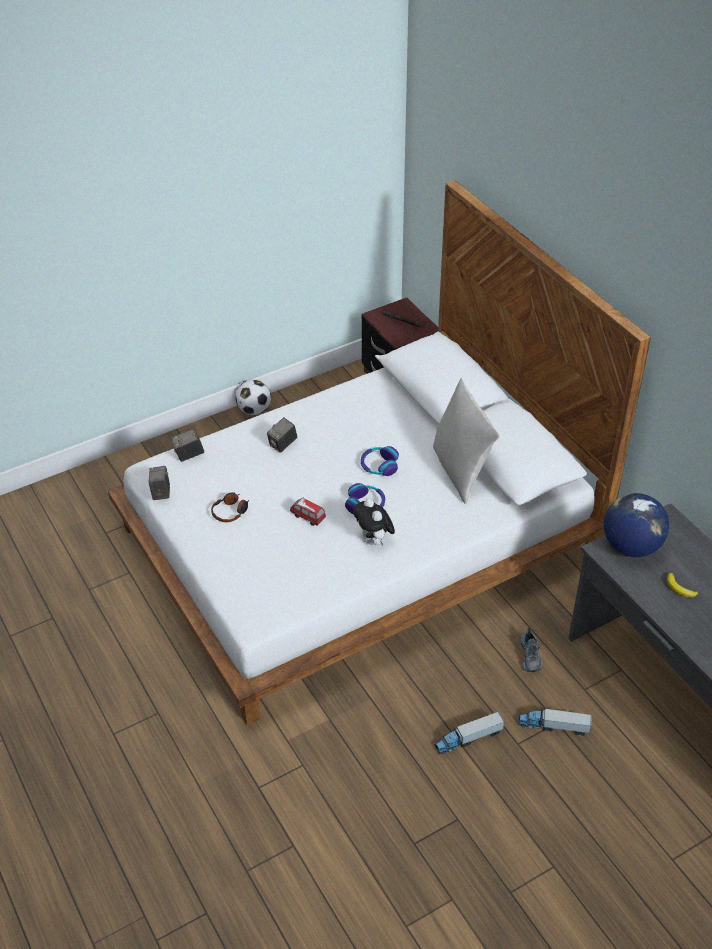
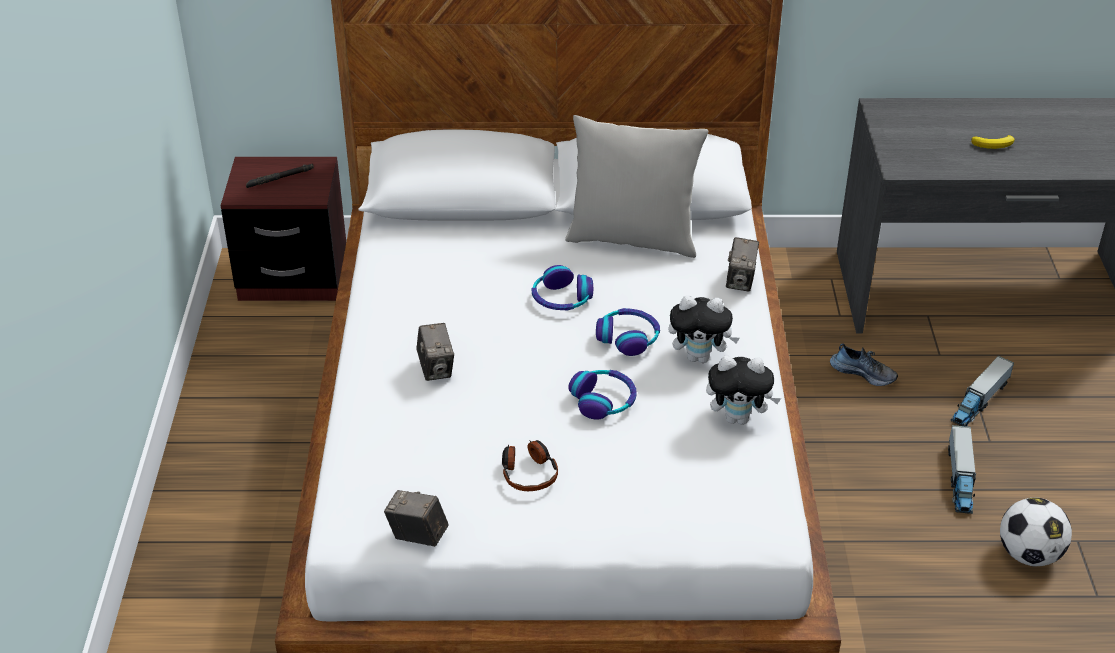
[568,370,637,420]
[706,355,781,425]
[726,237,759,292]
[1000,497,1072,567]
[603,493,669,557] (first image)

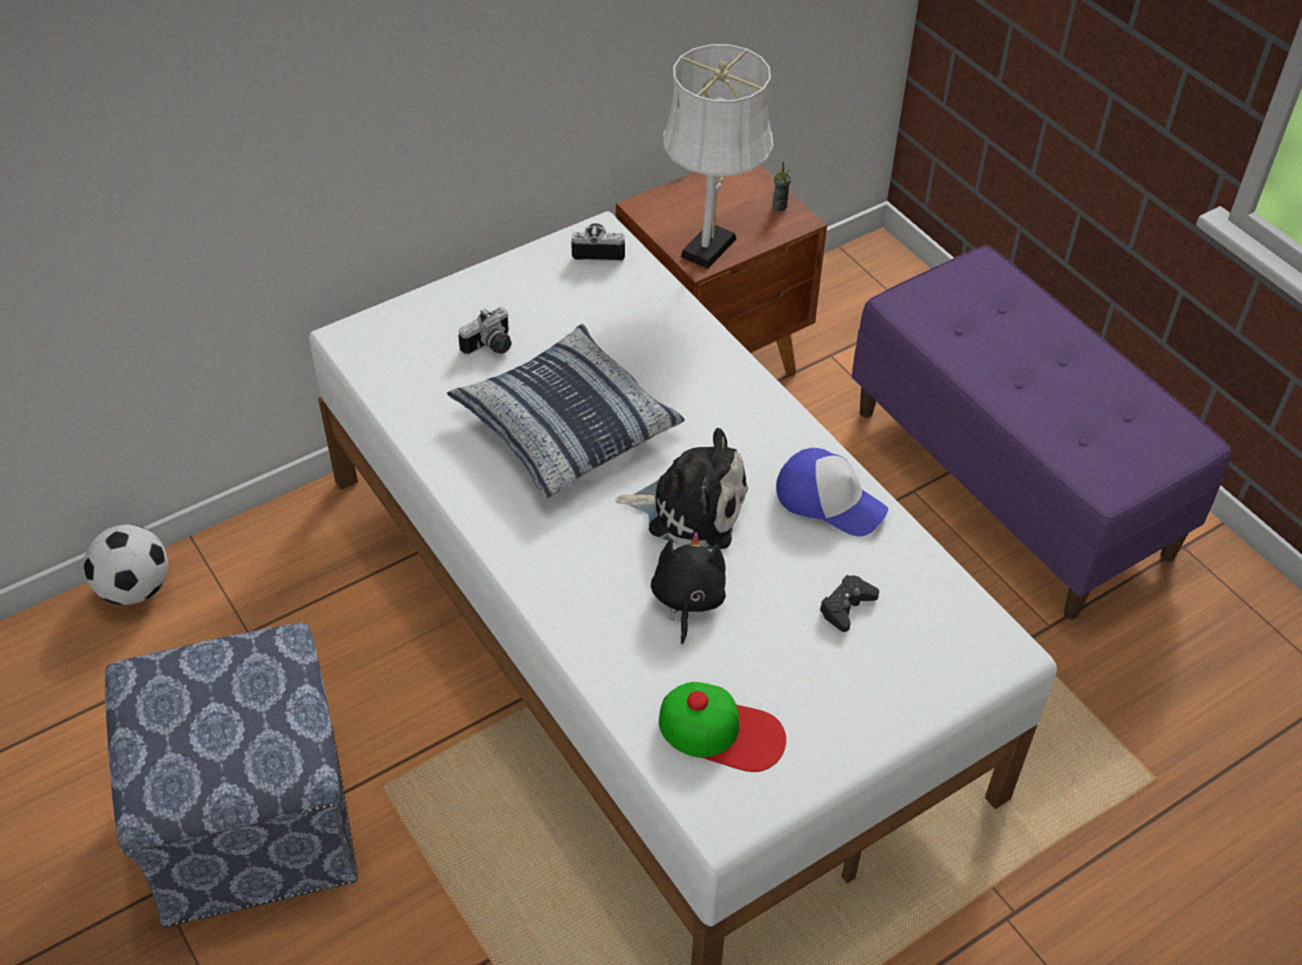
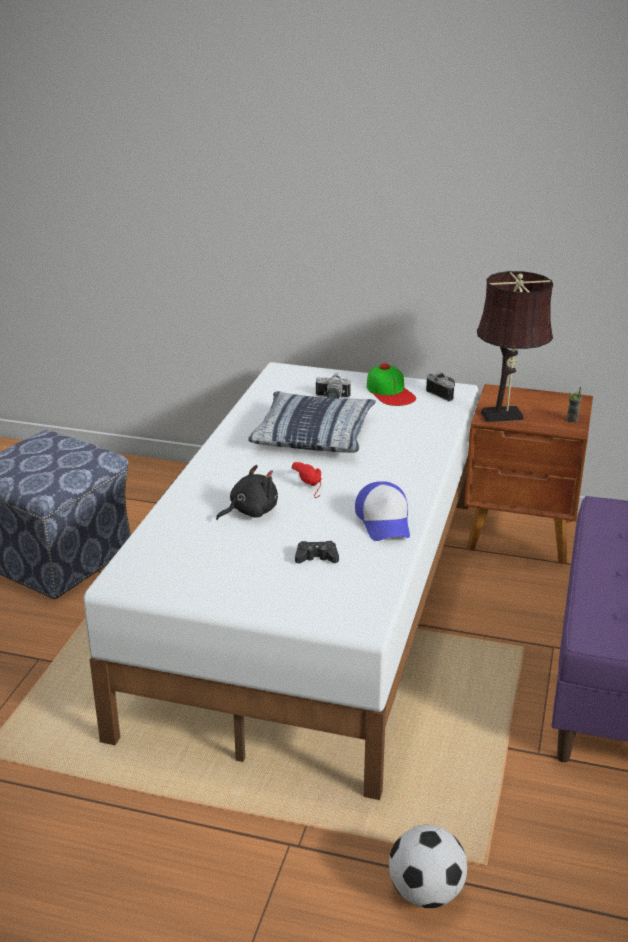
[292,462,322,498]
[367,364,416,406]
[389,825,467,908]
[477,271,553,422]

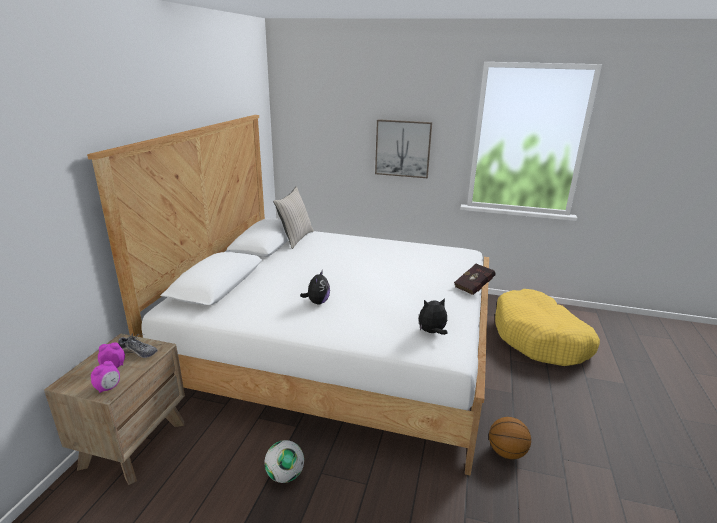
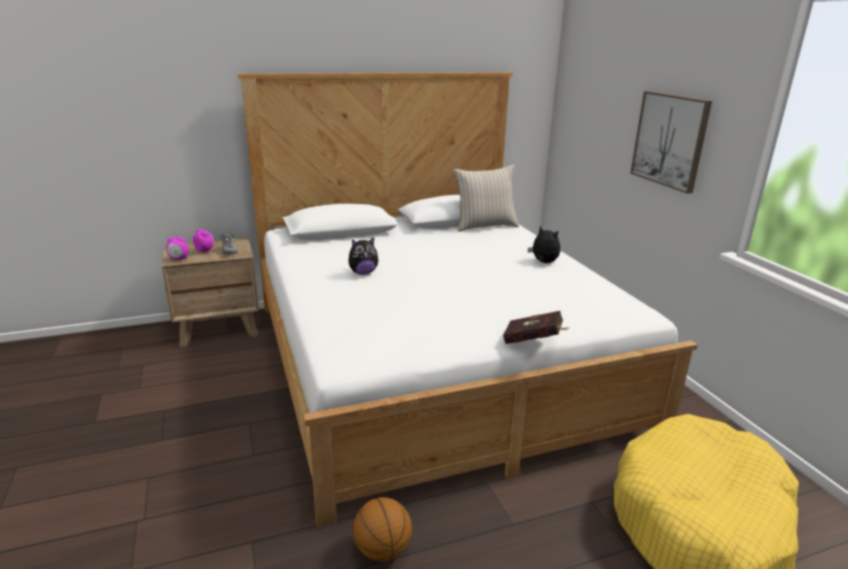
[528,226,560,263]
[264,440,304,483] (first image)

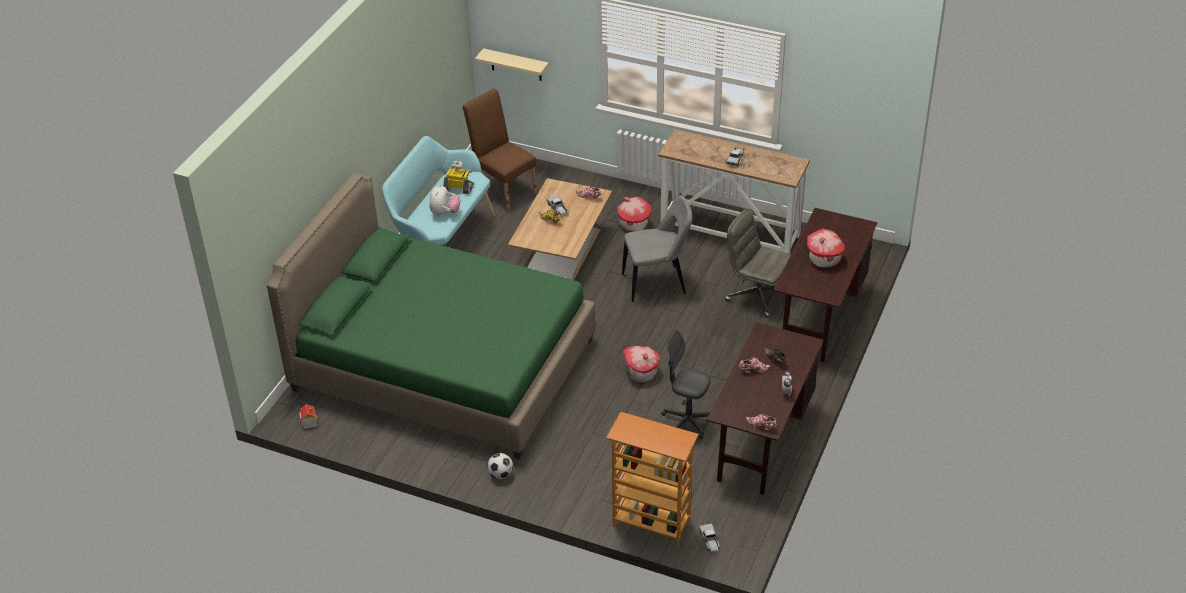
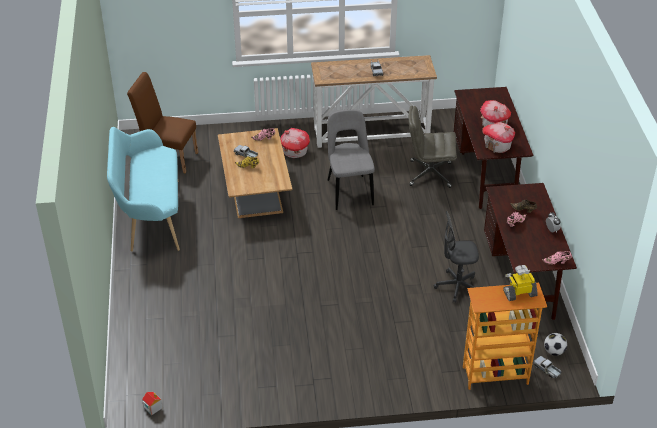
[327,109,375,210]
[482,122,515,153]
[503,265,538,301]
[544,333,567,356]
[267,173,595,459] (first image)
[429,184,461,216] (first image)
[475,48,549,81] (first image)

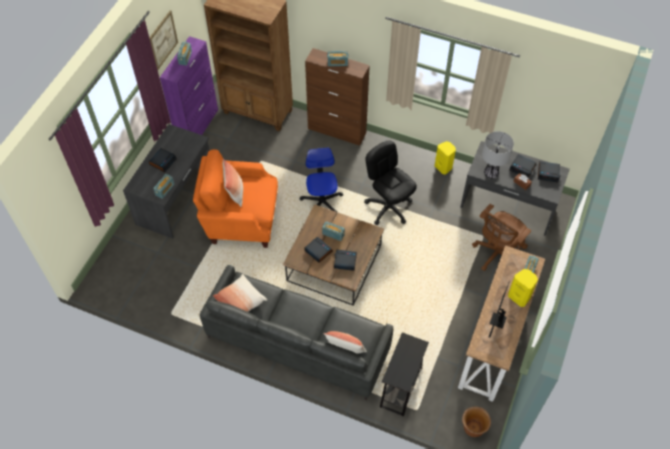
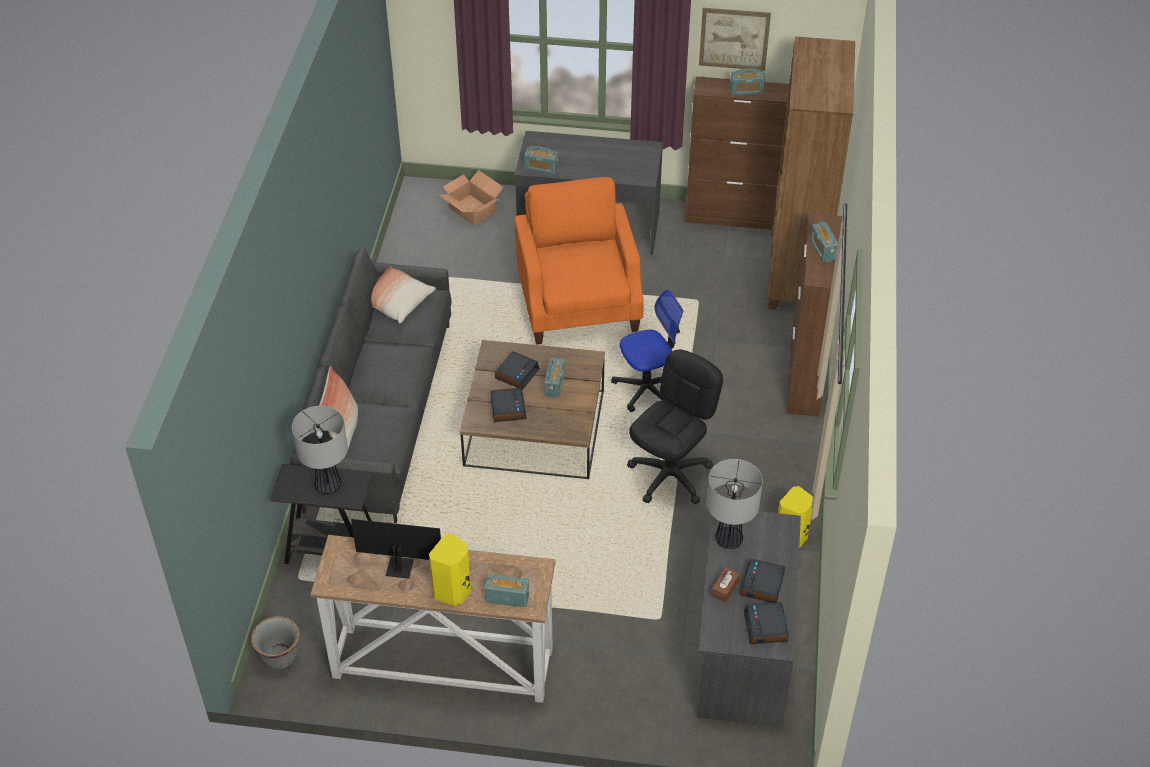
[251,616,300,669]
[292,406,348,494]
[439,170,504,226]
[685,76,789,230]
[149,148,177,172] (first image)
[223,158,243,207] (first image)
[472,204,531,271] (first image)

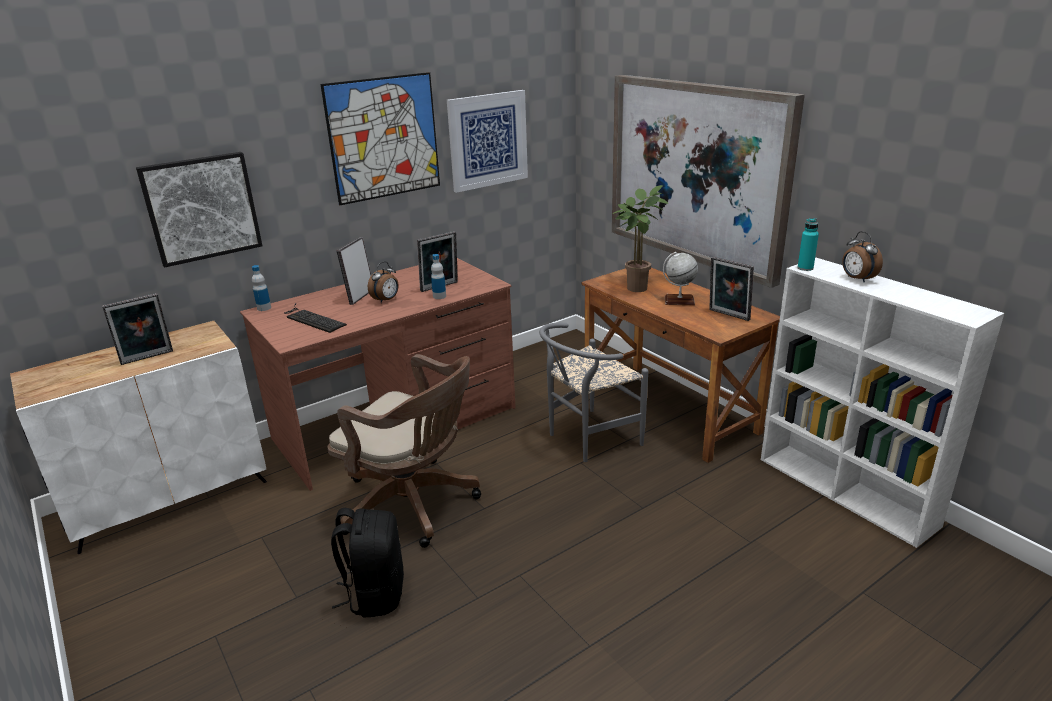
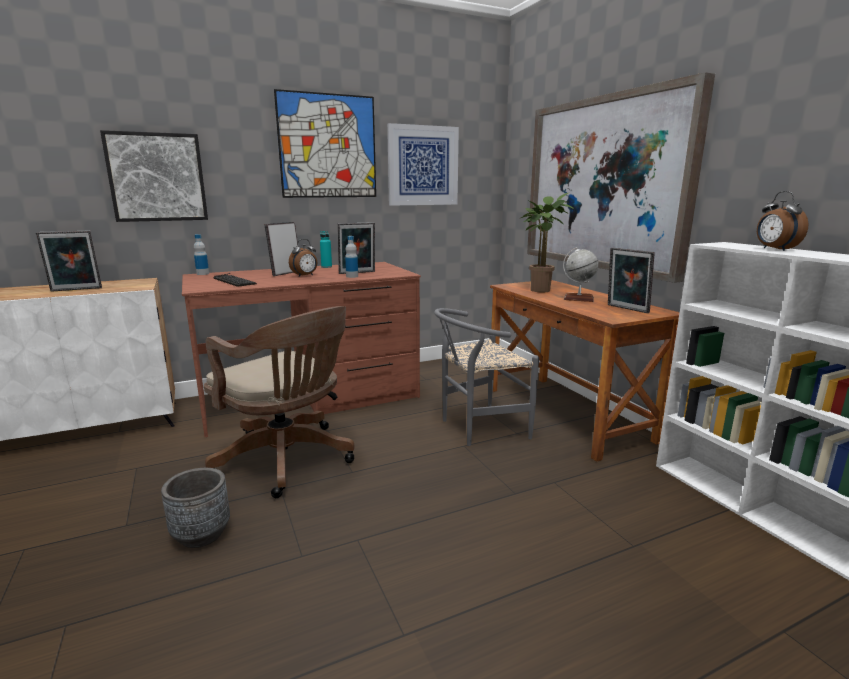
[161,468,230,548]
[320,231,332,268]

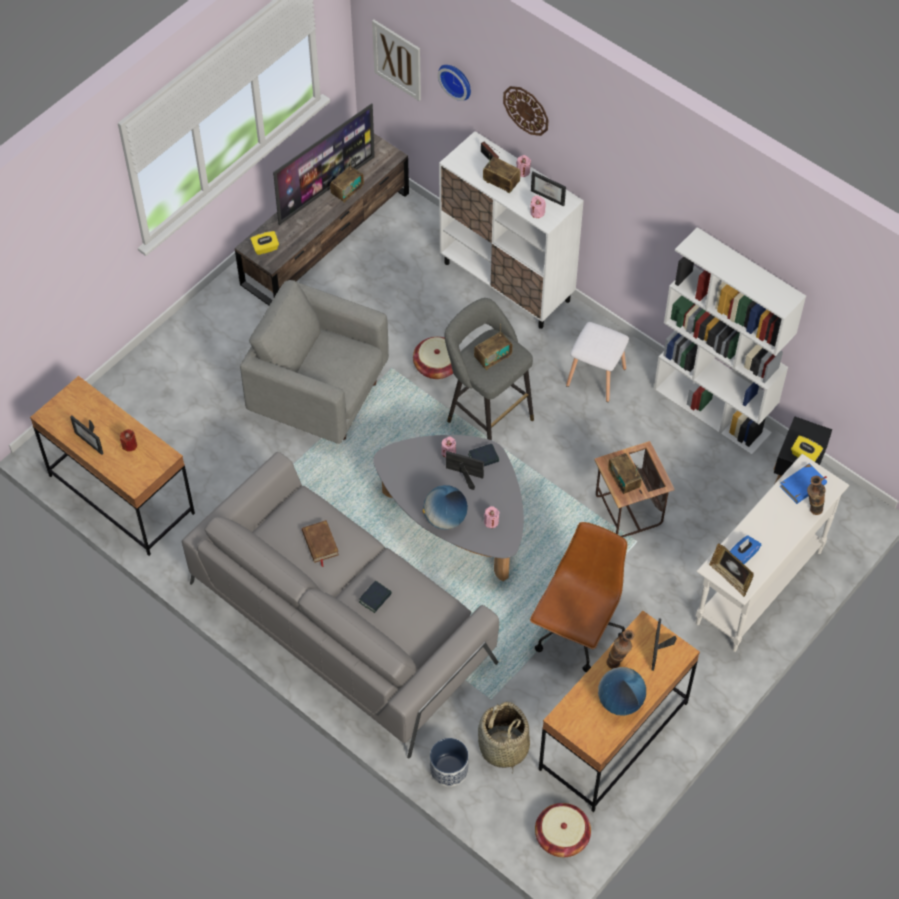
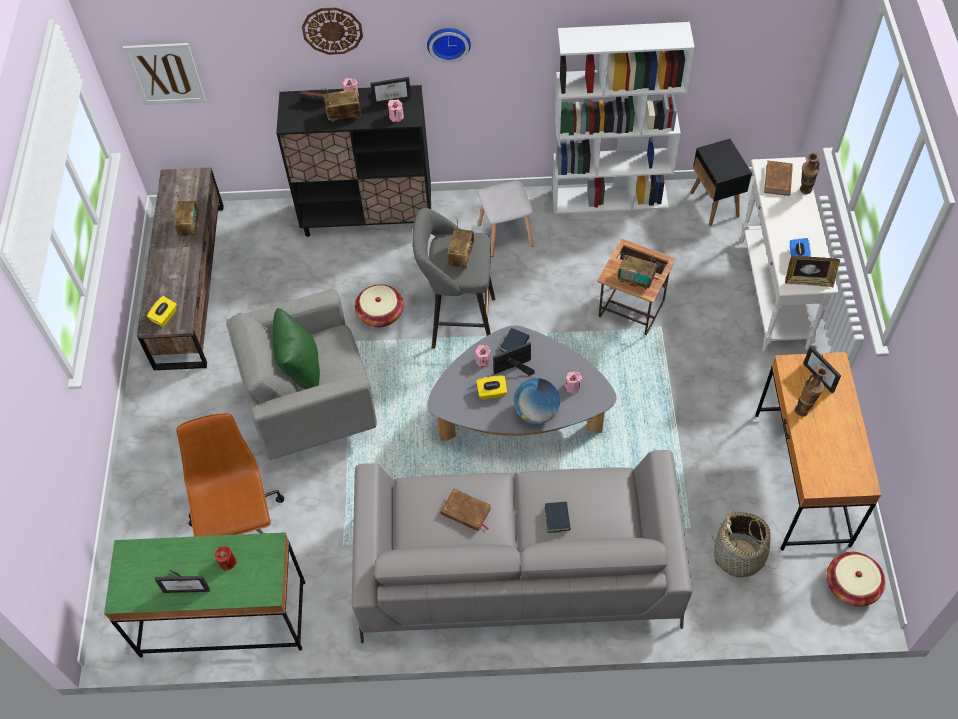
[104,532,305,658]
[176,413,284,537]
[273,308,320,389]
[276,85,431,237]
[427,28,471,63]
[476,376,507,400]
[764,161,793,196]
[273,104,375,225] (first image)
[430,738,469,787] (first image)
[598,667,646,716] (first image)

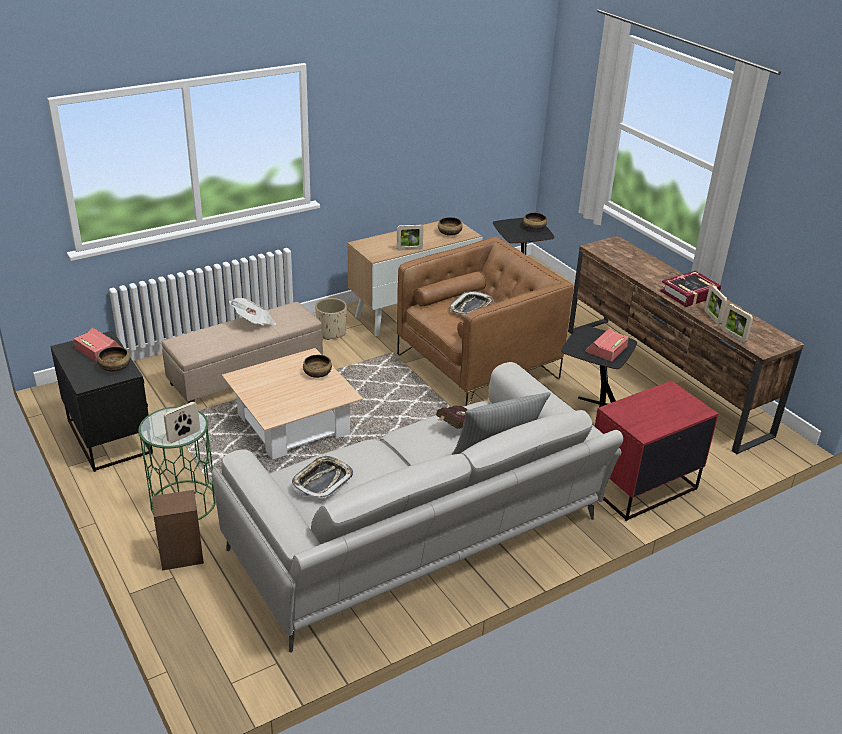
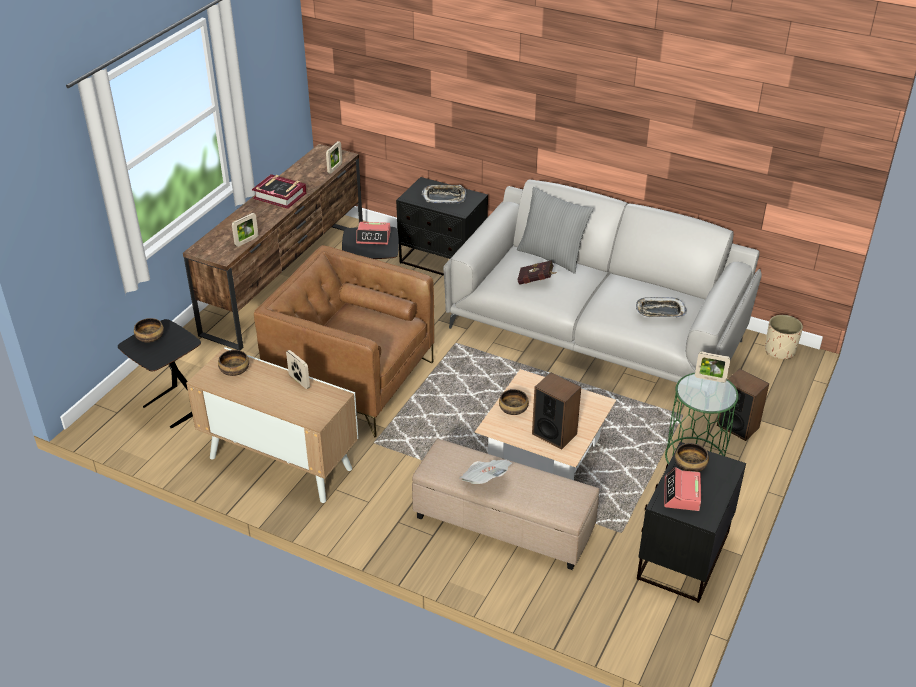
[232,213,258,247]
[396,177,488,276]
[422,185,466,203]
[532,372,581,449]
[765,315,803,360]

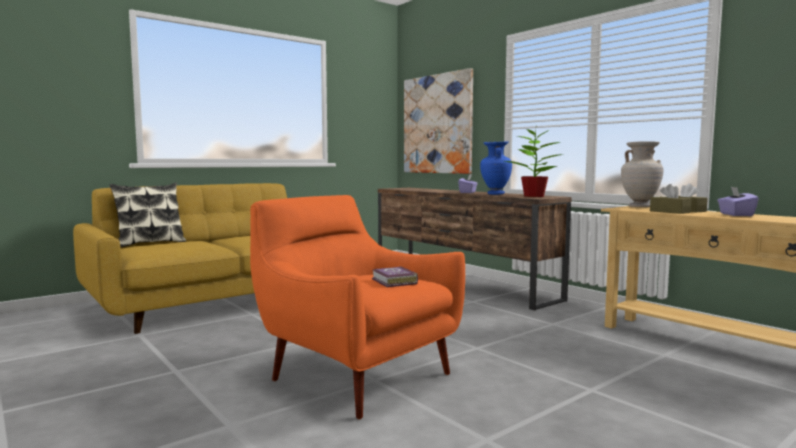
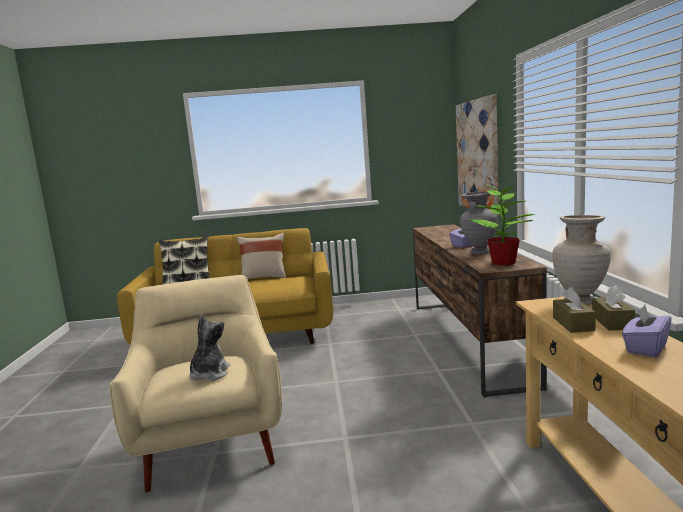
[109,275,282,493]
[189,315,230,381]
[237,233,286,279]
[460,191,498,254]

